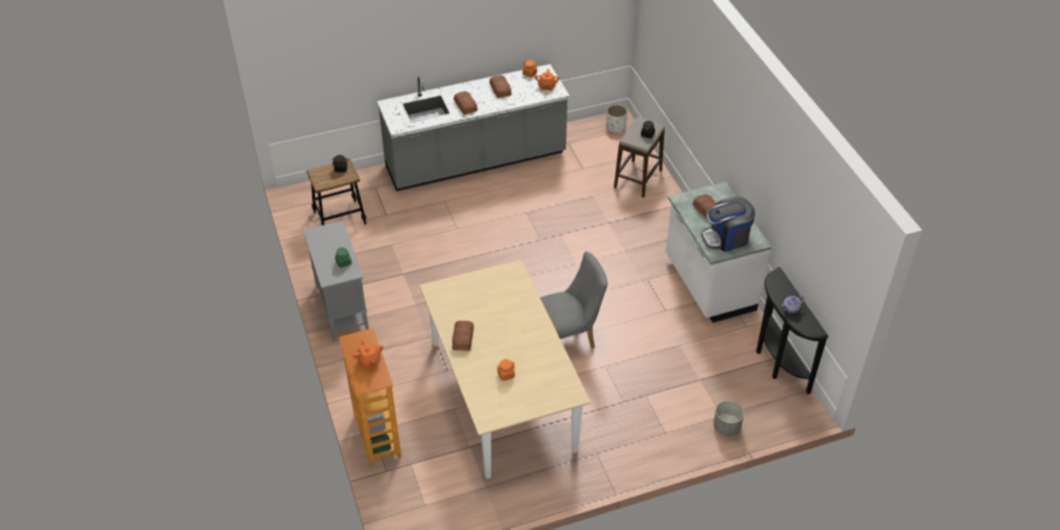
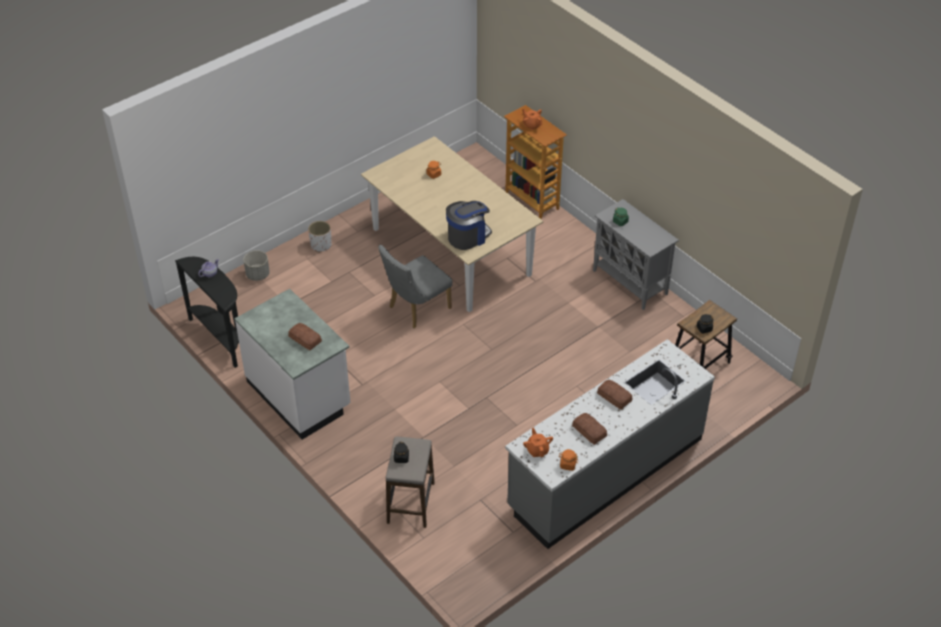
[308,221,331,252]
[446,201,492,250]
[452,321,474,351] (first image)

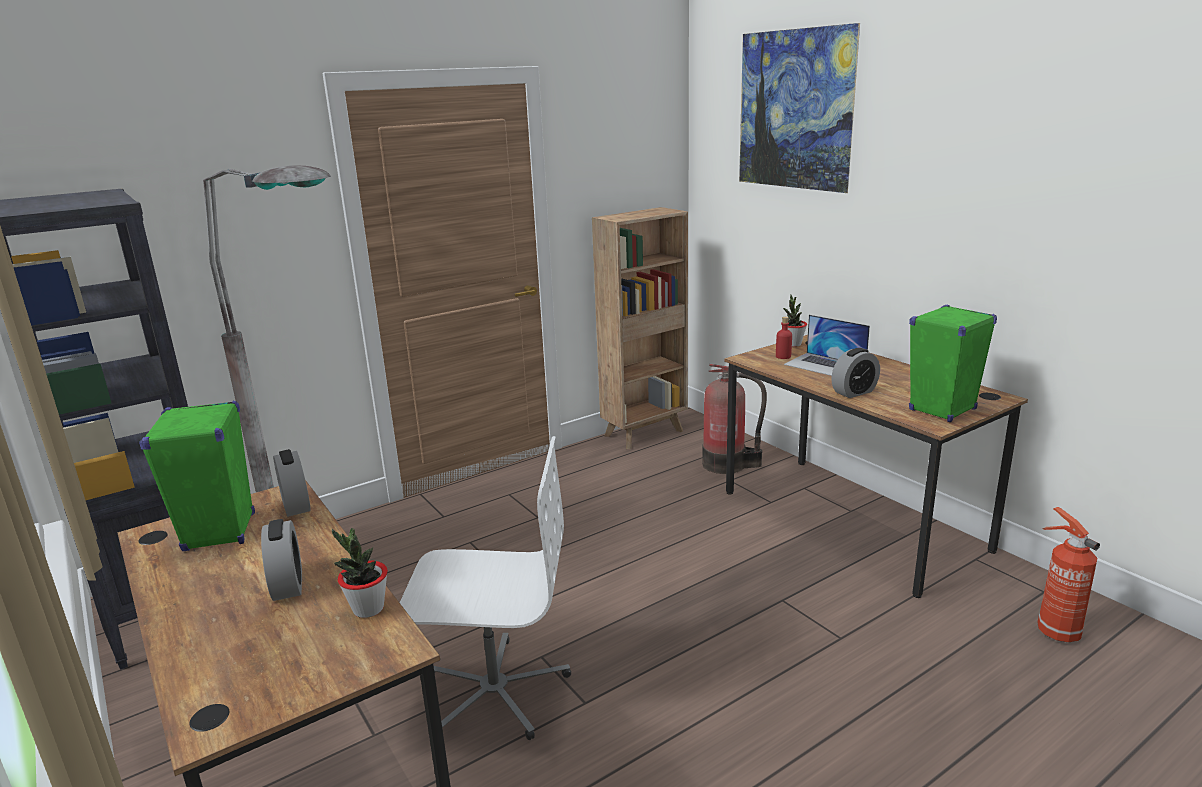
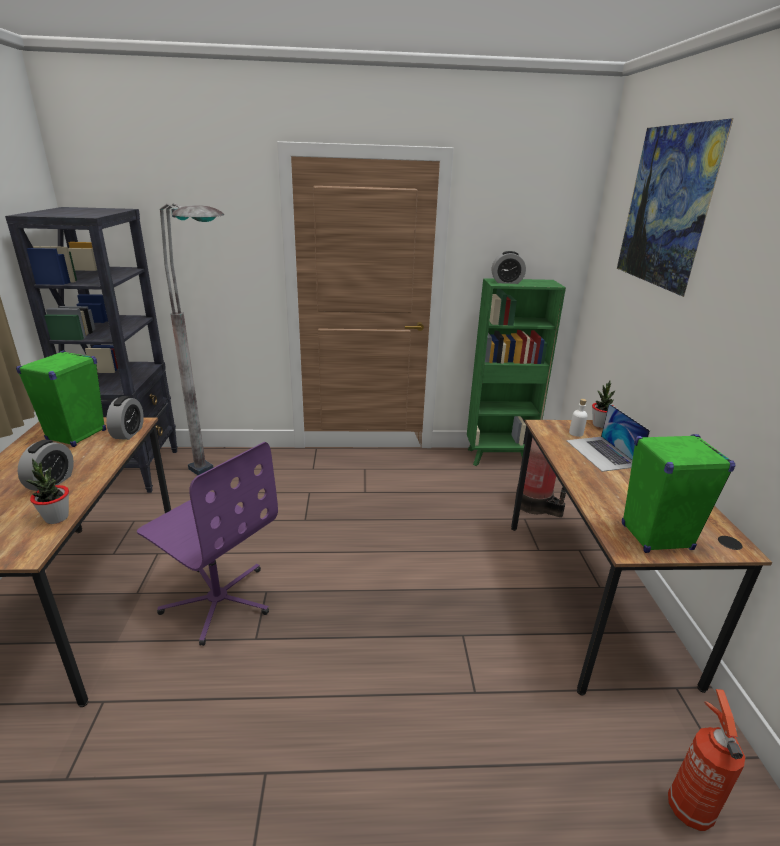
[137,442,278,646]
[467,278,566,466]
[492,251,526,284]
[569,399,588,437]

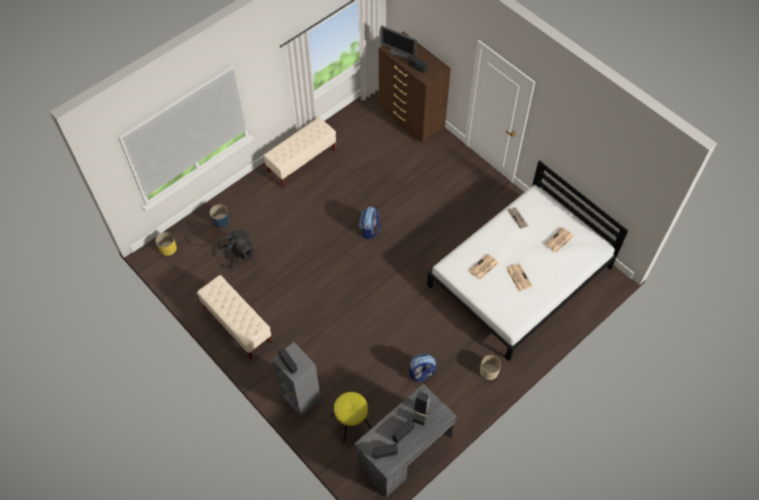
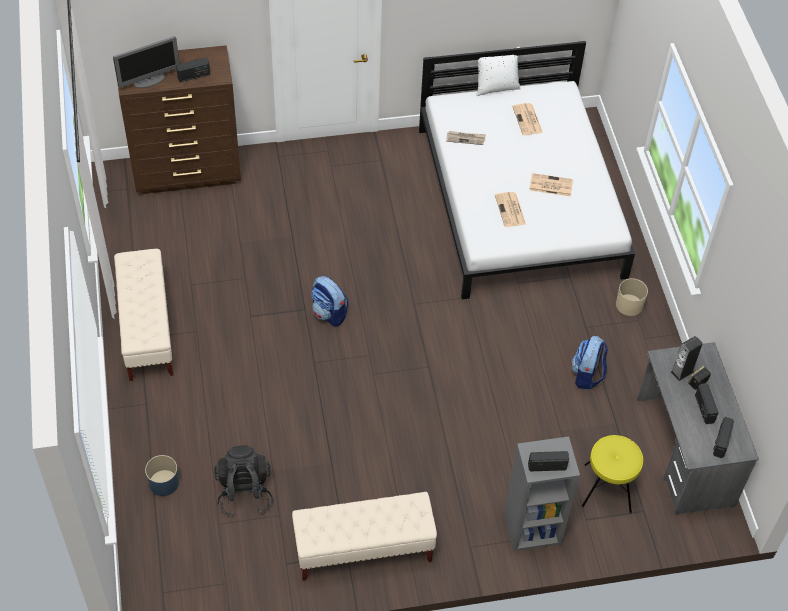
[476,47,521,96]
[155,232,177,256] (first image)

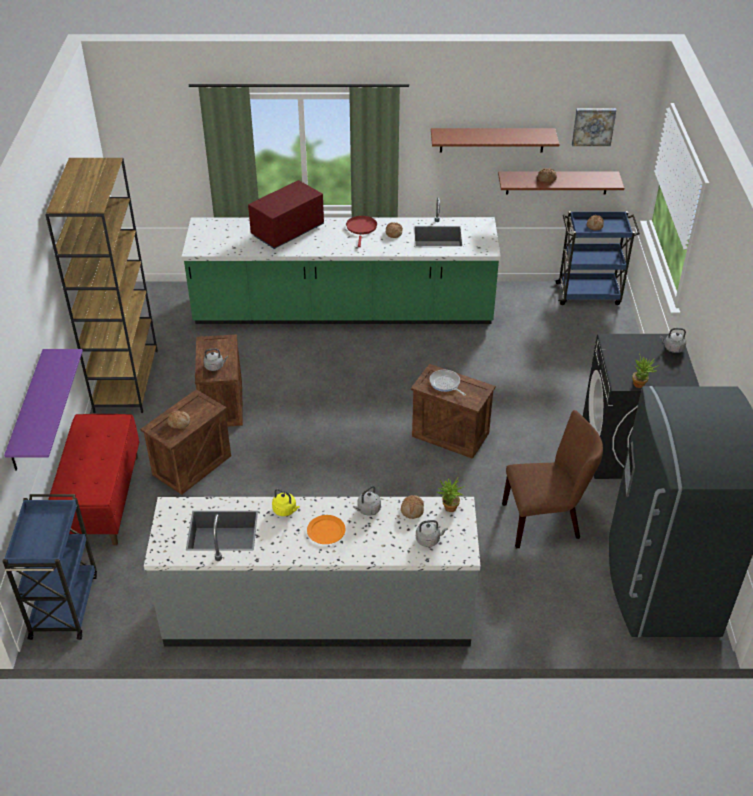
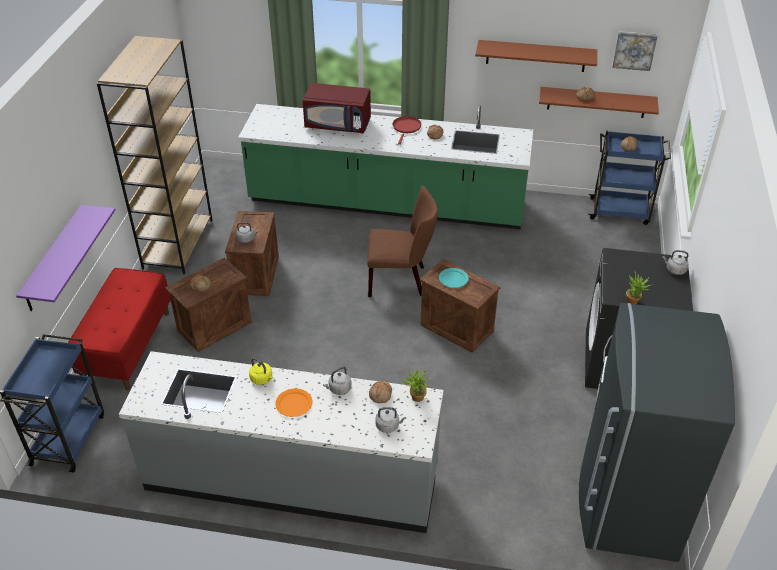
[303,83,371,133]
[367,186,438,297]
[439,268,469,288]

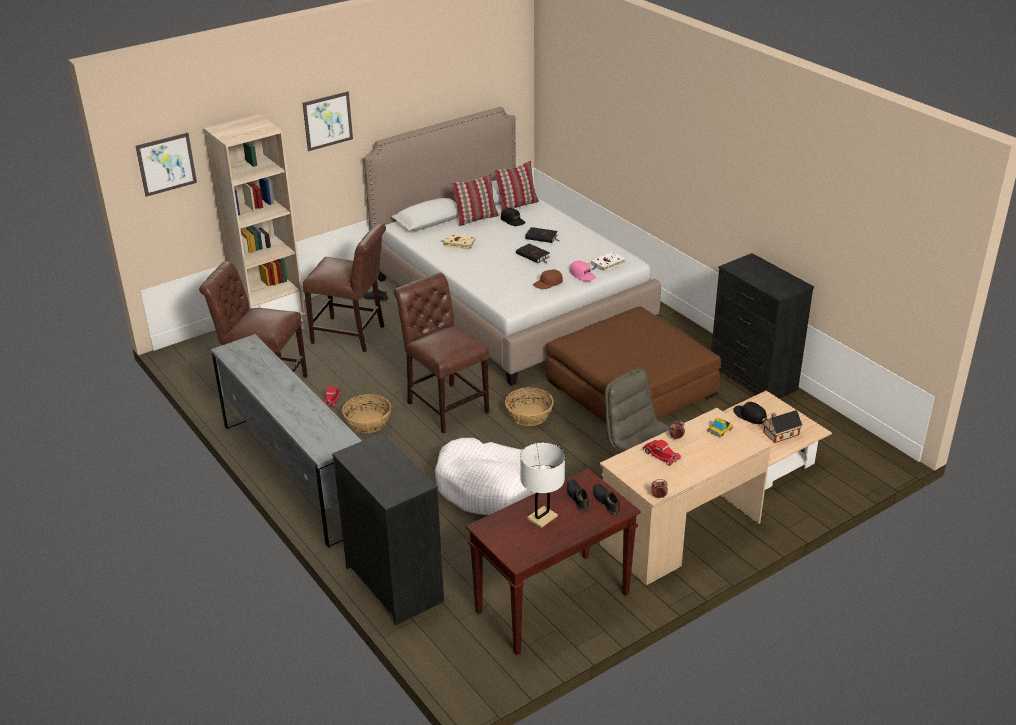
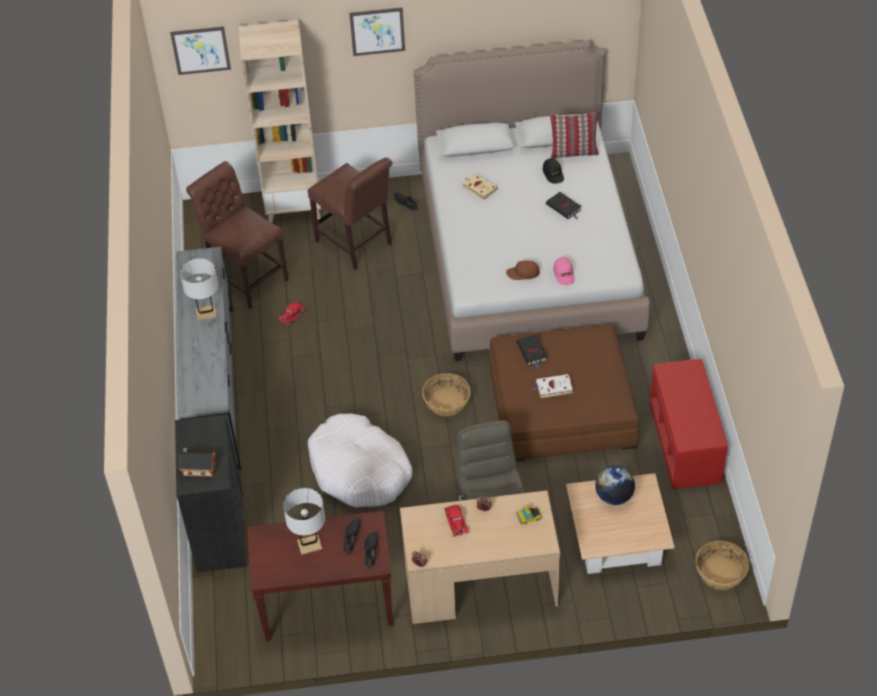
[179,448,216,477]
[180,258,218,321]
[517,335,548,369]
[532,374,573,398]
[595,465,635,505]
[649,359,728,489]
[695,541,749,590]
[394,272,489,434] (first image)
[451,174,499,226] (first image)

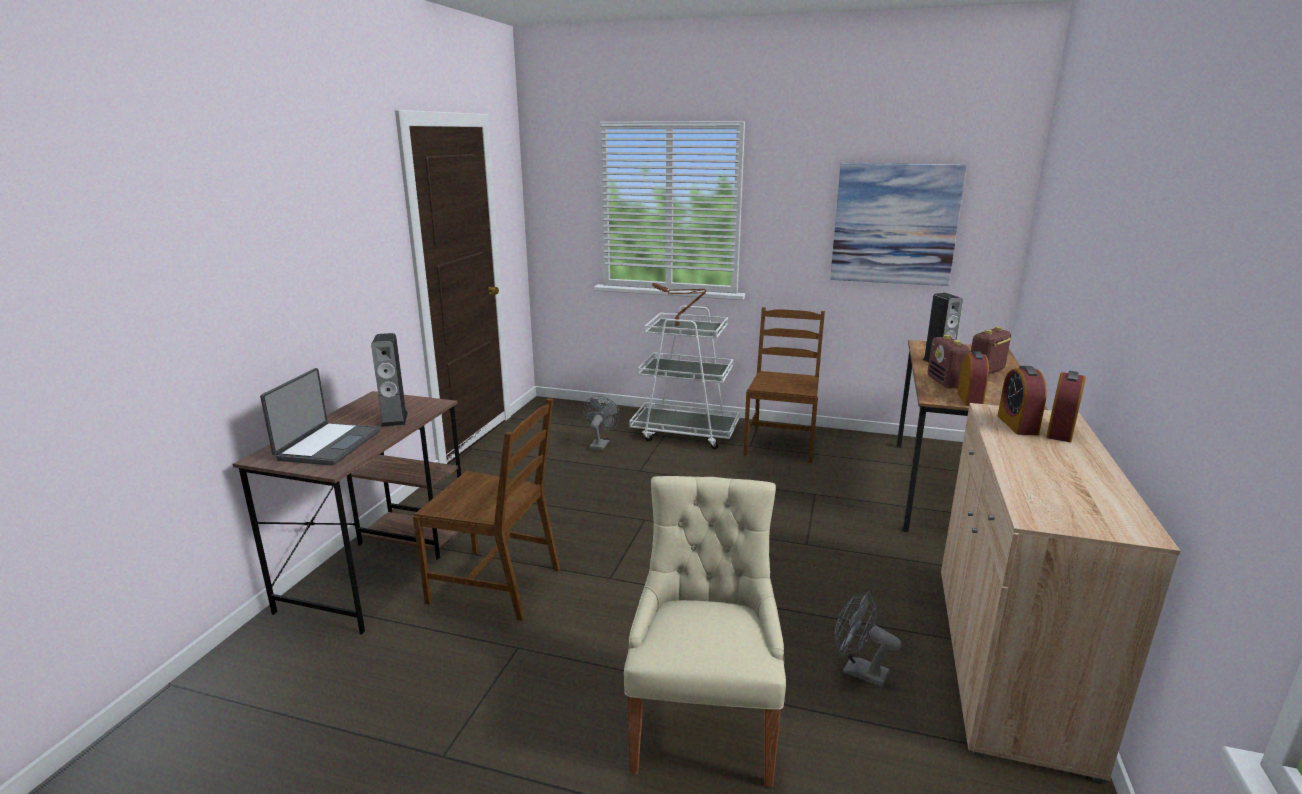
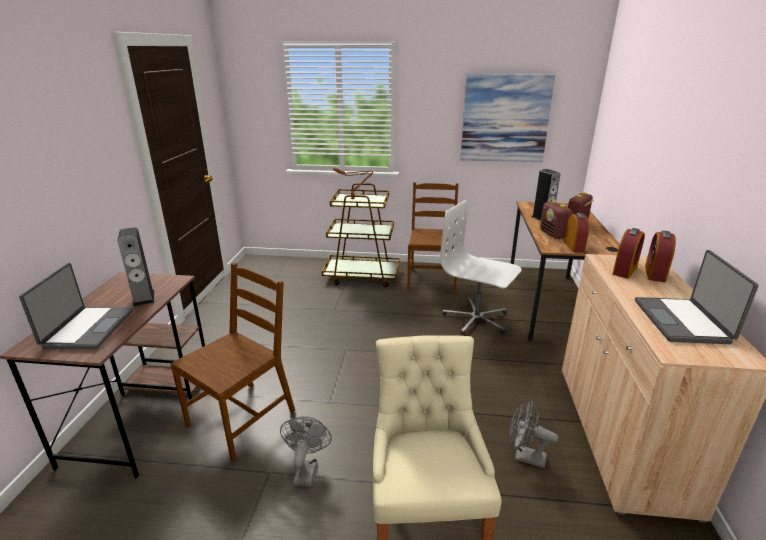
[170,263,295,461]
[280,416,332,487]
[322,183,400,287]
[440,200,522,335]
[613,228,645,279]
[635,250,759,344]

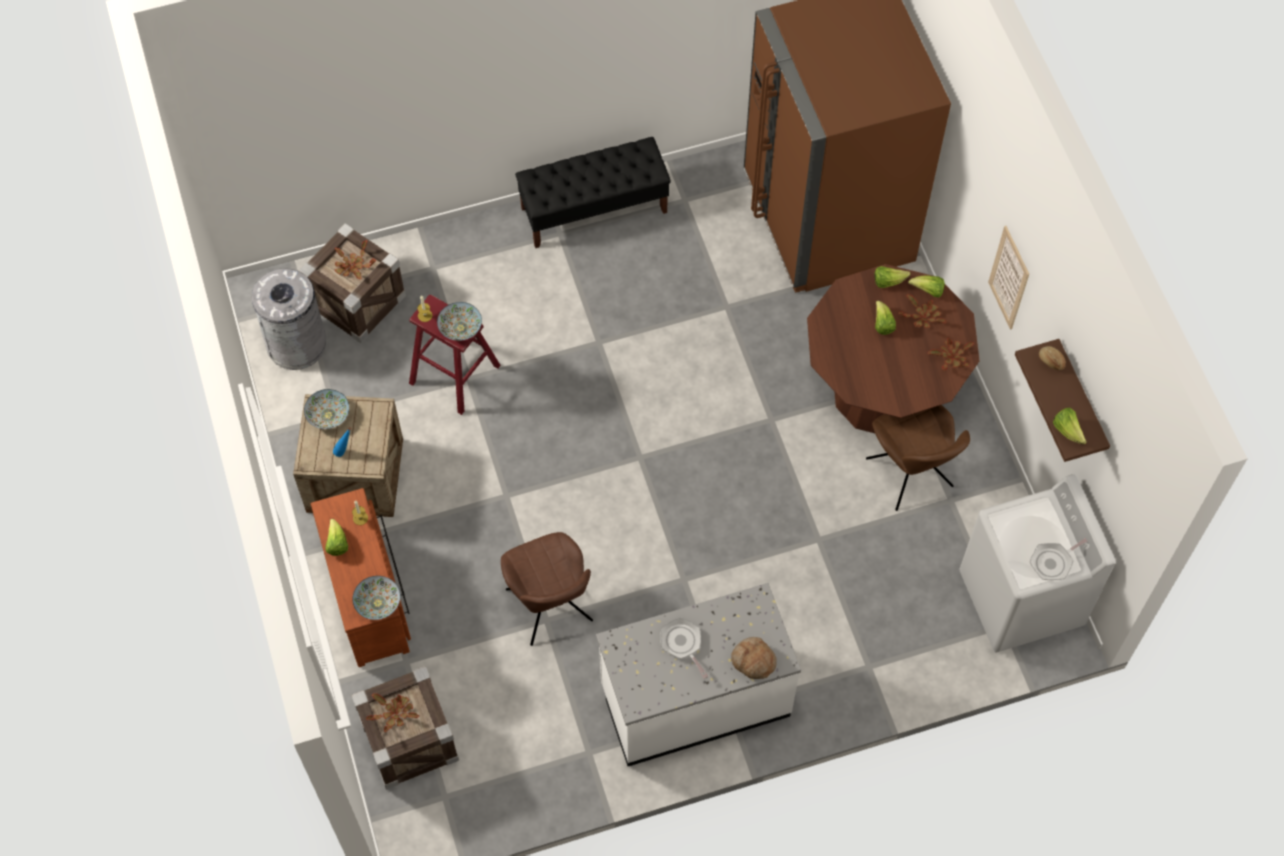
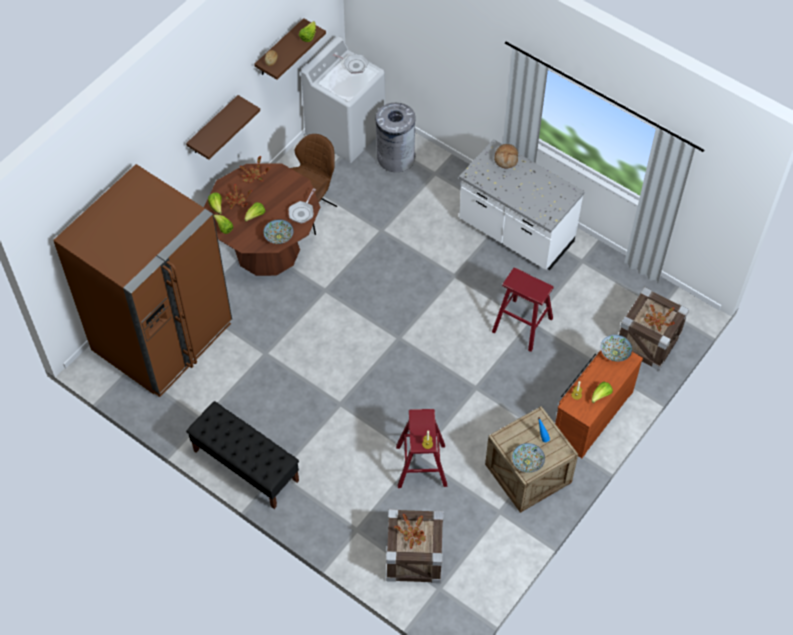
[186,95,260,160]
[263,219,294,244]
[289,188,316,224]
[375,103,416,172]
[492,268,554,352]

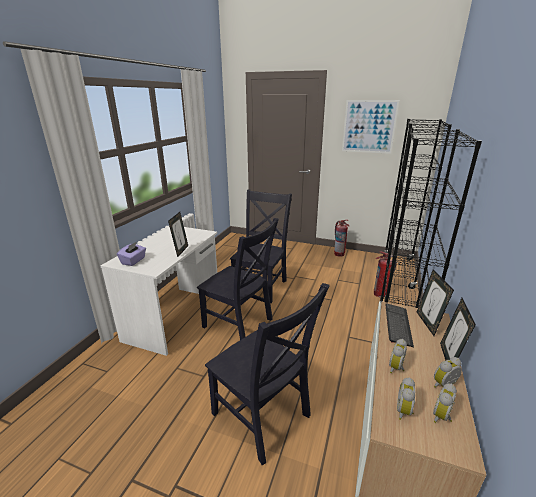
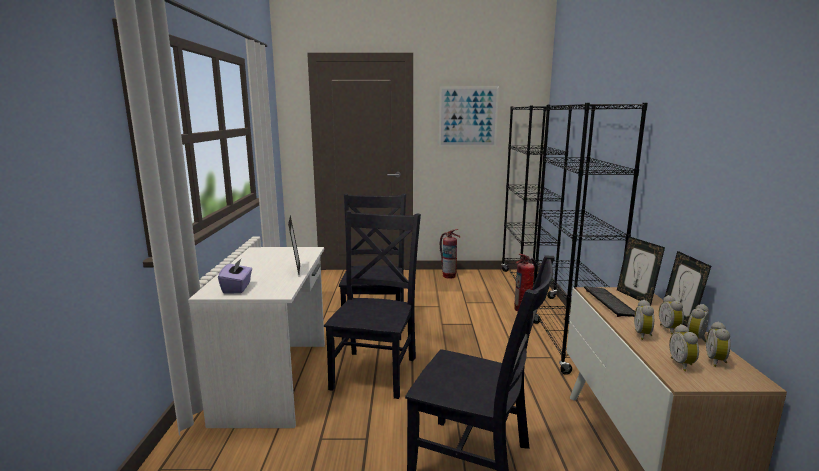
[324,211,421,399]
[659,295,684,335]

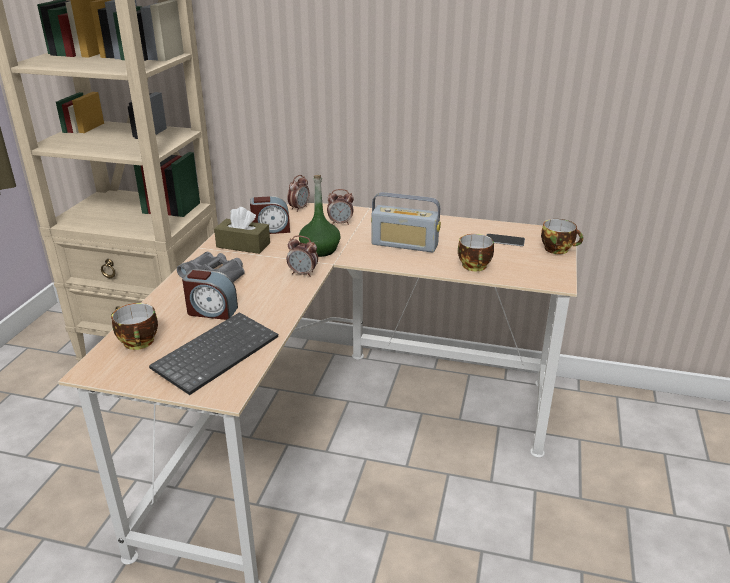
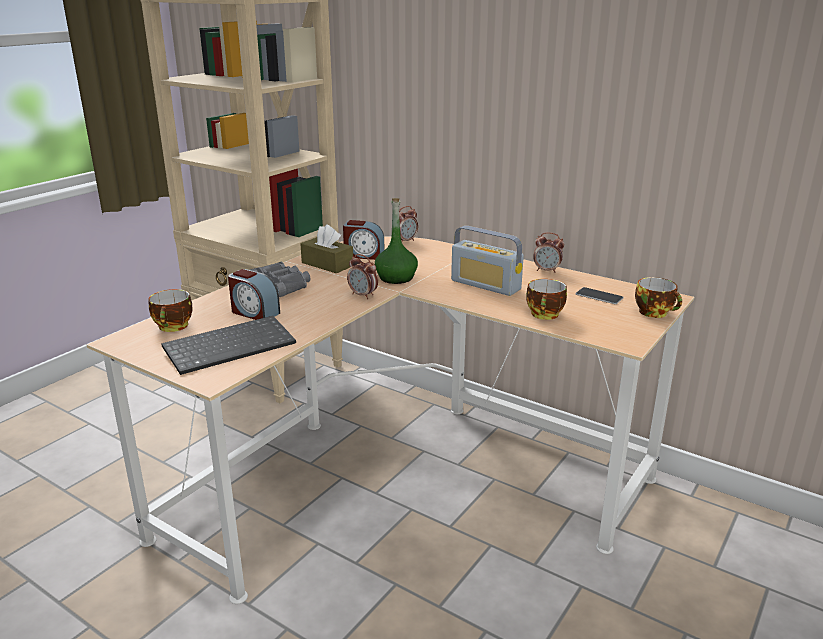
[533,232,564,273]

